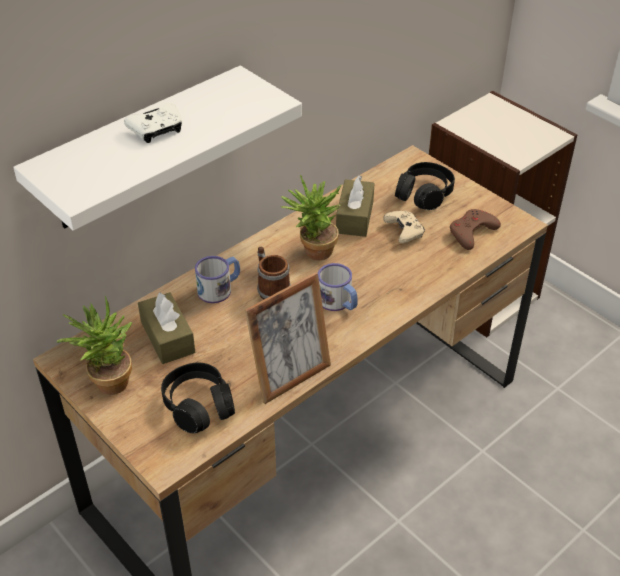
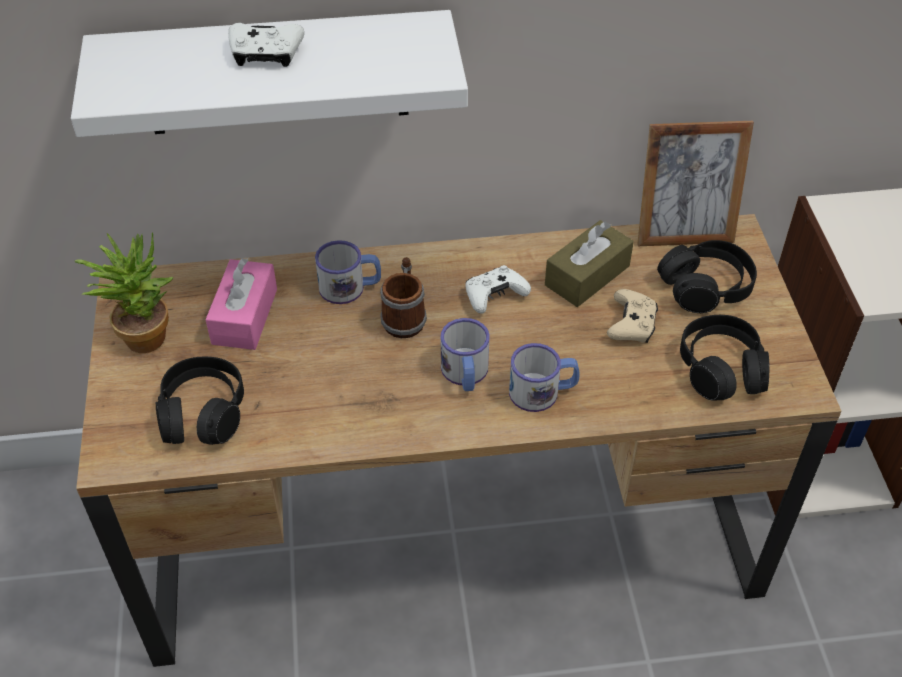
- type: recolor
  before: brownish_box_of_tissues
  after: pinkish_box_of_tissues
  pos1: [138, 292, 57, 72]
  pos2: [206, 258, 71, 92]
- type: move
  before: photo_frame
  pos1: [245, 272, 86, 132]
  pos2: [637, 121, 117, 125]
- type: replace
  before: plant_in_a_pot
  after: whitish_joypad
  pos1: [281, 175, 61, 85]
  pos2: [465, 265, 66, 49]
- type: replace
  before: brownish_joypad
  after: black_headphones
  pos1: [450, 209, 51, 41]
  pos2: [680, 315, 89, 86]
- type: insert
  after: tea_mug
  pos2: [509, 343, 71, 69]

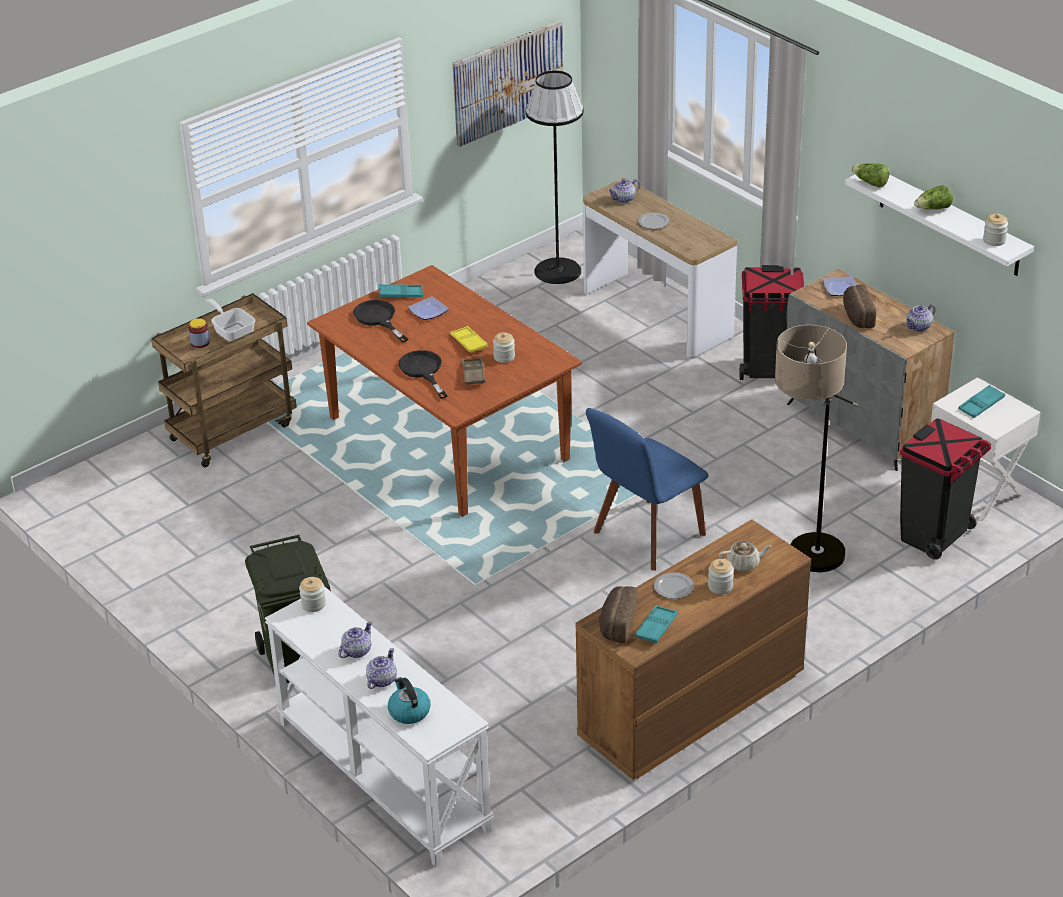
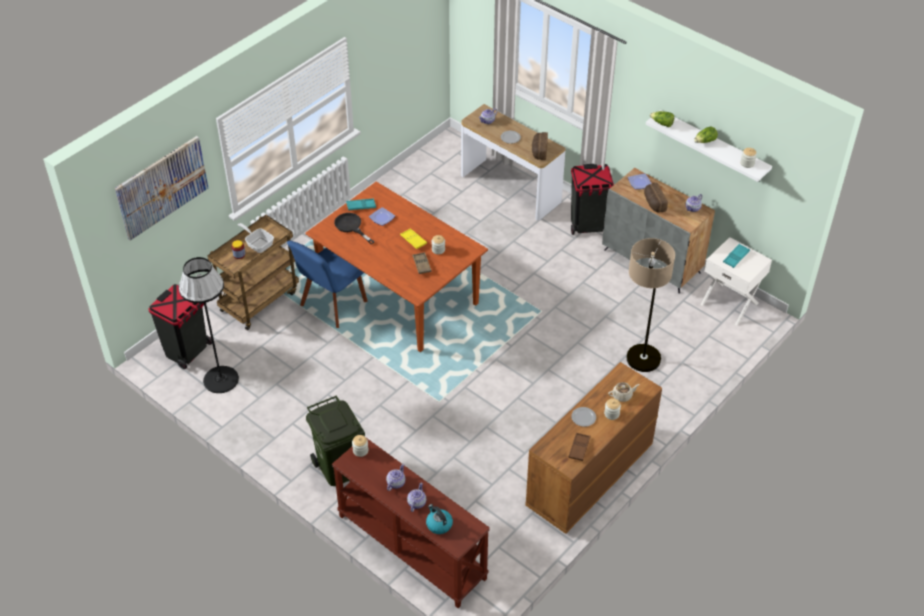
- type: recolor
  before: whitish_narrow_table
  after: brownish_narrow_table
  pos1: [264, 586, 229, 281]
  pos2: [332, 439, 158, 169]
- type: delete
  before: black_pan
  pos1: [398, 350, 50, 49]
- type: move
  before: wall_picture
  pos1: [452, 20, 111, 127]
  pos2: [115, 136, 94, 105]
- type: move
  before: black_standard_lamp
  pos1: [525, 71, 59, 213]
  pos2: [179, 257, 60, 136]
- type: move
  before: bluish_chair
  pos1: [586, 408, 123, 162]
  pos2: [287, 240, 81, 88]
- type: move
  before: baked_bread
  pos1: [599, 586, 38, 57]
  pos2: [532, 132, 16, 28]
- type: recolor
  before: blue-green_tray
  after: brownish_tray
  pos1: [635, 605, 43, 38]
  pos2: [568, 433, 22, 28]
- type: move
  before: black_rubbish_bin
  pos1: [900, 418, 91, 142]
  pos2: [148, 284, 64, 85]

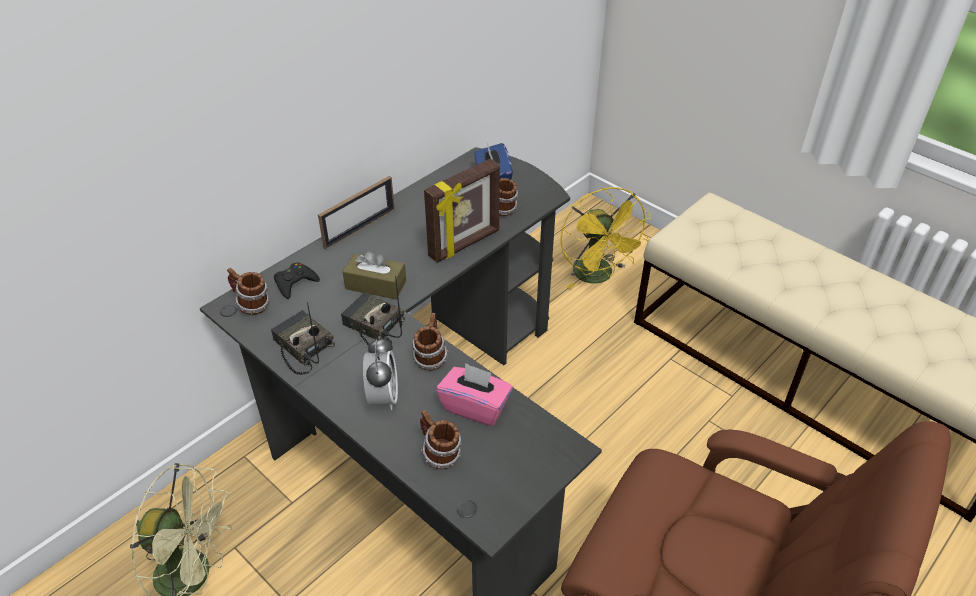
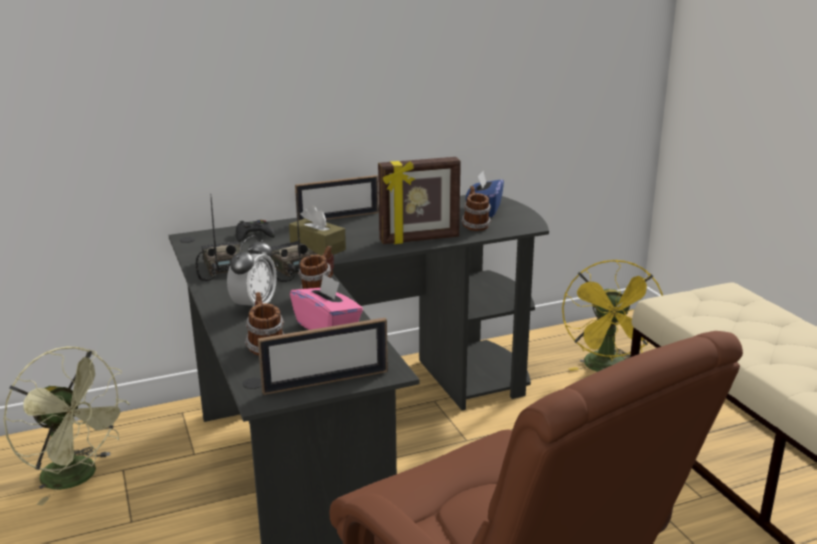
- type: delete
  before: tea_mug
  pos1: [227, 268, 43, 47]
- type: insert
  after: photo_frame
  pos2: [258, 318, 130, 77]

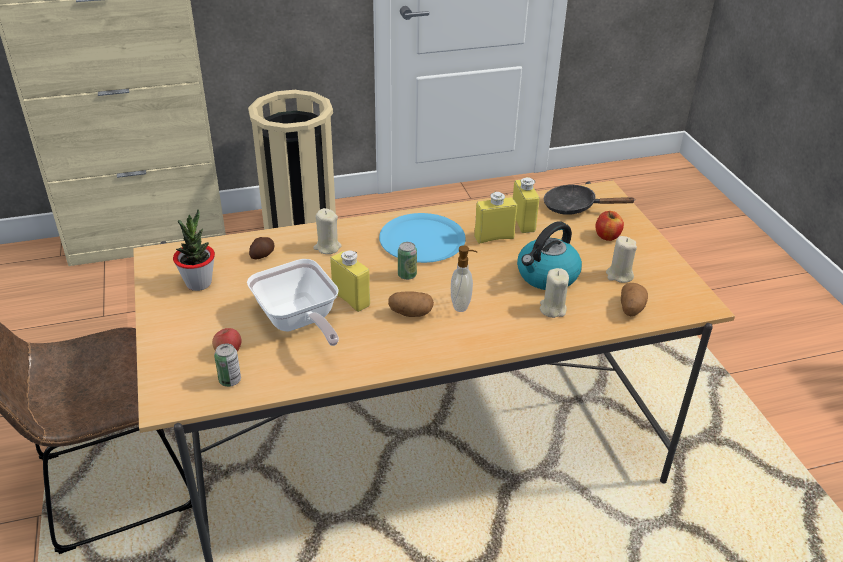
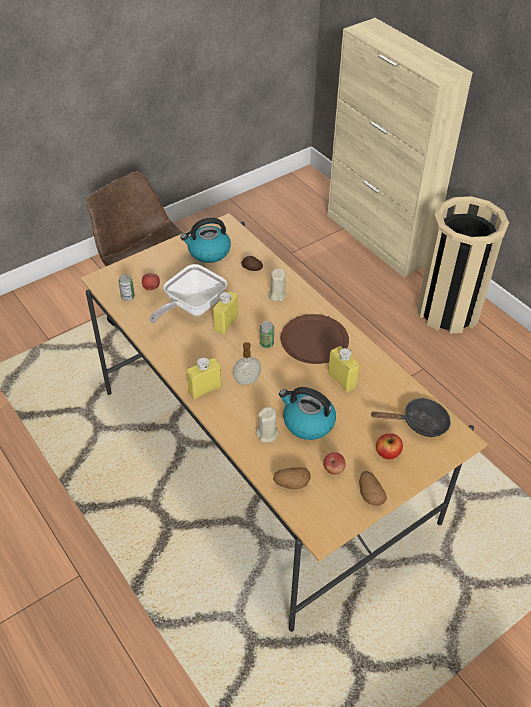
- type: replace
  before: plant_in_a_pot
  after: water_kettle
  pos1: [173, 209, 42, 82]
  pos2: [181, 218, 50, 45]
- type: recolor
  before: bluish_dinner_plate
  after: brownish_dinner_plate
  pos1: [379, 213, 87, 50]
  pos2: [281, 314, 68, 50]
- type: move
  before: potato
  pos1: [388, 291, 46, 26]
  pos2: [359, 471, 28, 35]
- type: move
  before: yellowish_bottle
  pos1: [513, 177, 26, 56]
  pos2: [186, 357, 36, 42]
- type: rotate
  before: black_pan
  pos1: [544, 184, 92, 31]
  pos2: [370, 398, 81, 39]
  turn: 90
- type: replace
  before: sand-coloured_wax_light
  after: whole_apple
  pos1: [606, 236, 31, 47]
  pos2: [323, 453, 22, 21]

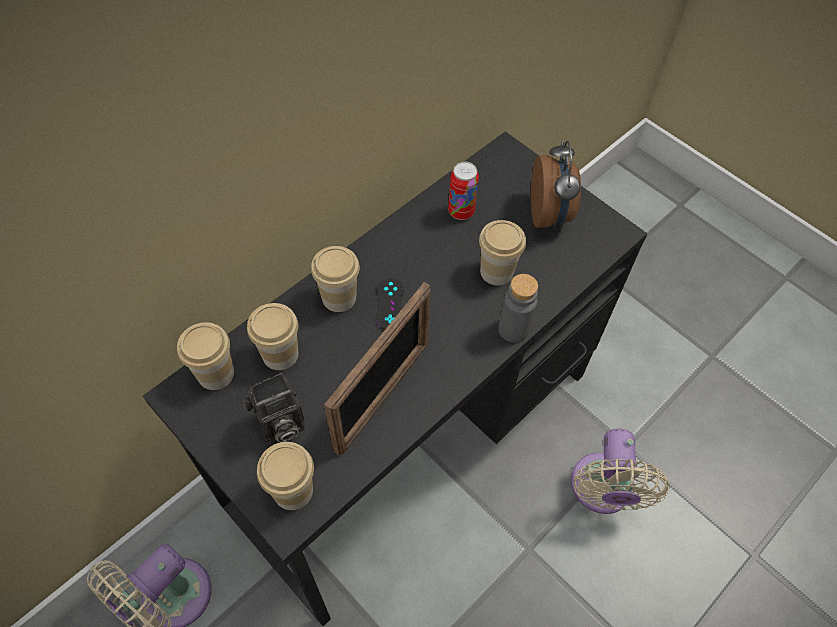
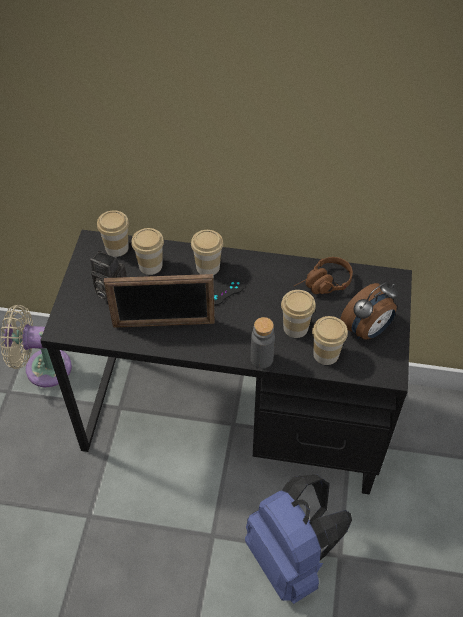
- type: move
  before: drinking_cup
  pos1: [257, 442, 57, 68]
  pos2: [312, 316, 36, 49]
- type: replace
  before: sealed_can
  after: brownish_headphones
  pos1: [448, 162, 31, 58]
  pos2: [294, 257, 59, 37]
- type: replace
  before: sand-coloured_fan
  after: bluish_knapsack
  pos1: [571, 429, 99, 85]
  pos2: [245, 475, 107, 129]

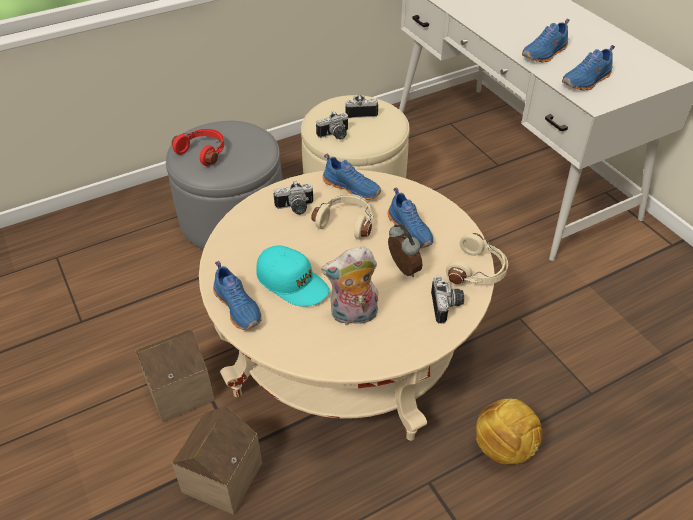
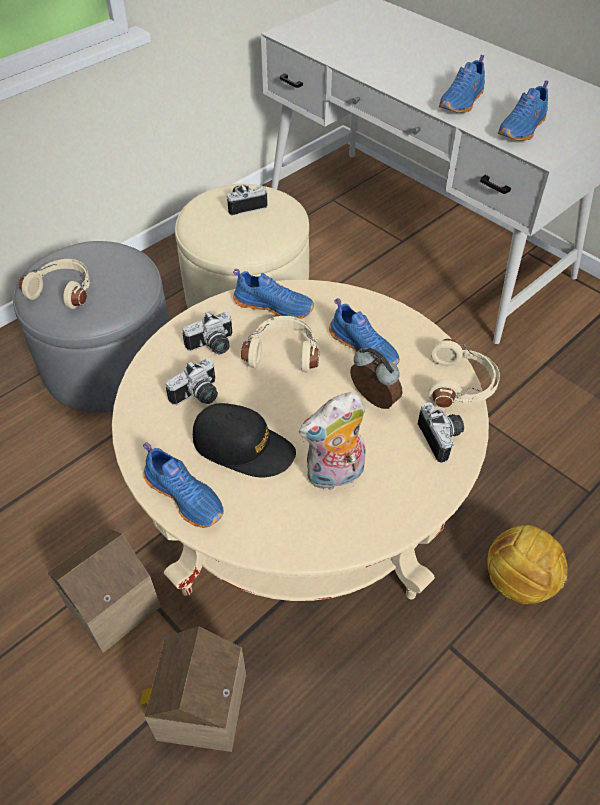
- type: recolor
  before: reddish_headphones
  after: sand-coloured_headphones
  pos1: [172, 129, 52, 37]
  pos2: [19, 259, 71, 50]
- type: recolor
  before: blue-green_cap
  after: black_cap
  pos1: [256, 245, 74, 61]
  pos2: [193, 403, 103, 75]
- type: move
  before: still_camera
  pos1: [316, 111, 32, 29]
  pos2: [166, 358, 52, 47]

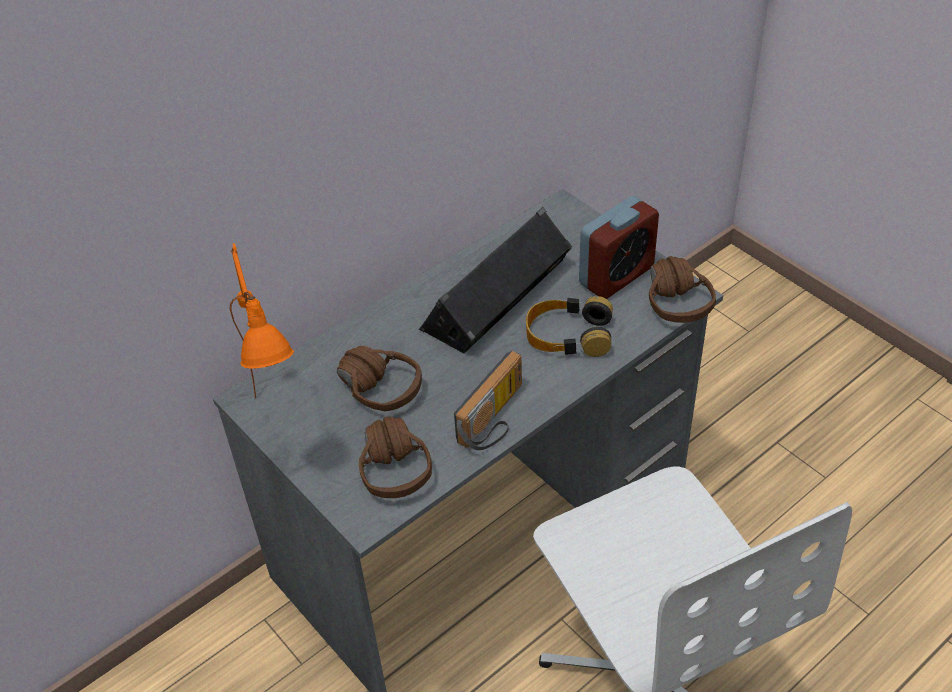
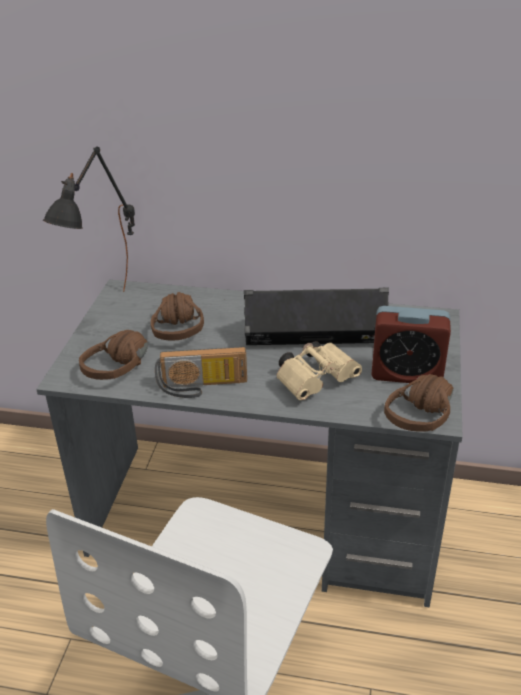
- type: recolor
  before: orange-coloured_table_lamp
  after: black_table_lamp
  pos1: [230, 243, 64, 156]
  pos2: [43, 146, 92, 146]
- type: replace
  before: headphones
  after: sand-coloured_pair_of_binoculars
  pos1: [526, 296, 87, 61]
  pos2: [276, 341, 86, 59]

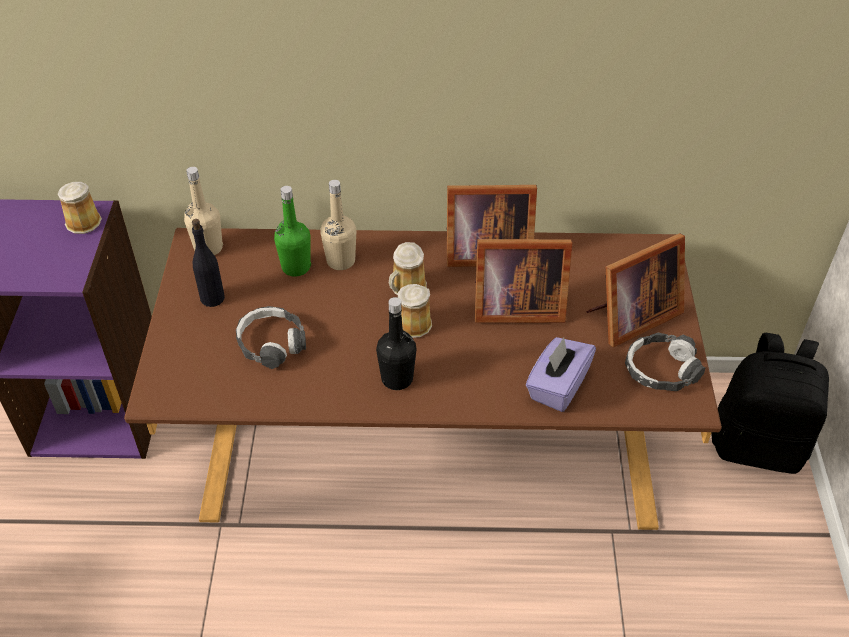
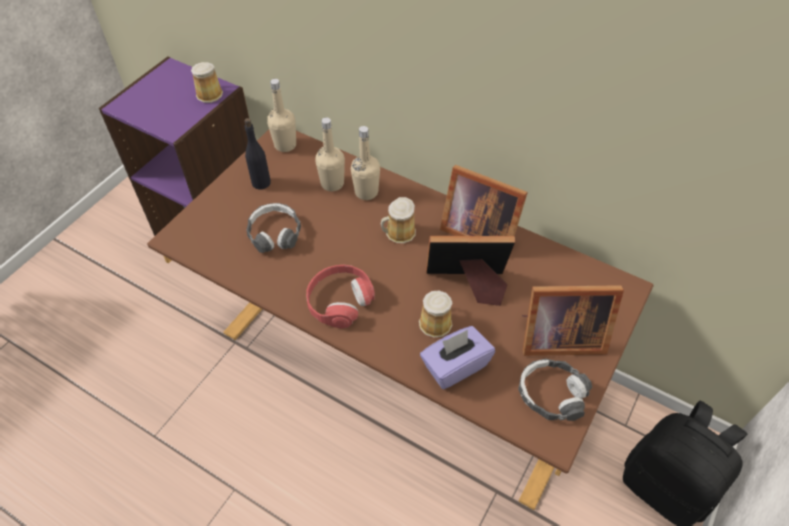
- type: recolor
  before: green_bottle
  after: sand-coloured_bottle
  pos1: [274, 186, 37, 91]
  pos2: [315, 117, 30, 74]
- type: replace
  before: black_bottle
  after: reddish_headphones
  pos1: [376, 297, 40, 93]
  pos2: [306, 265, 69, 64]
- type: move
  before: tea_mug
  pos1: [397, 284, 35, 54]
  pos2: [419, 291, 34, 47]
- type: rotate
  before: photo_frame
  pos1: [475, 239, 97, 84]
  pos2: [426, 236, 89, 70]
  turn: 150

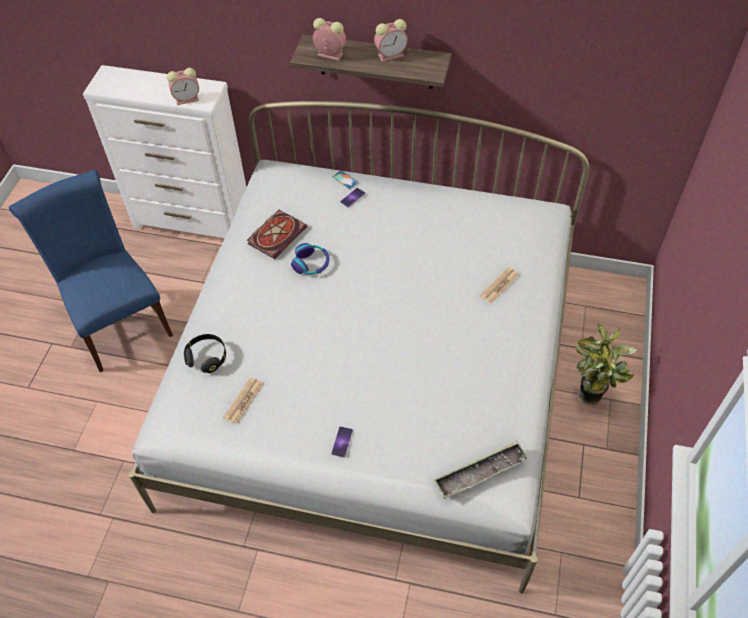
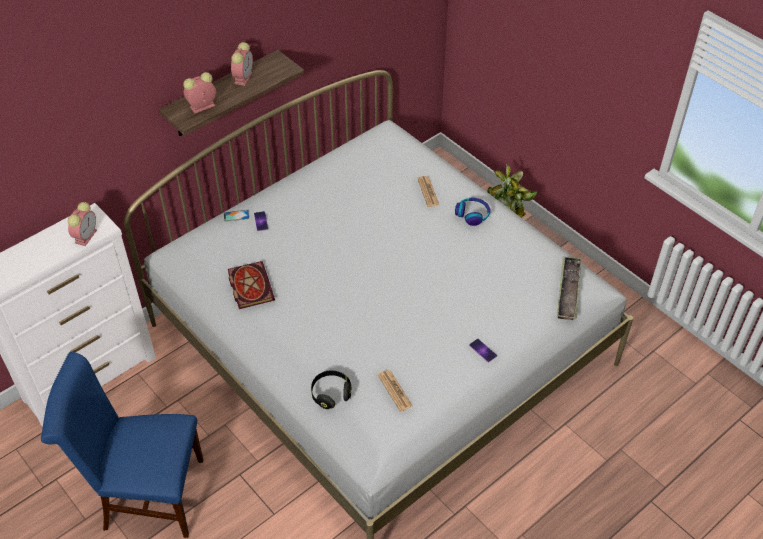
- type: move
  before: headphones
  pos1: [291, 243, 39, 32]
  pos2: [455, 197, 36, 29]

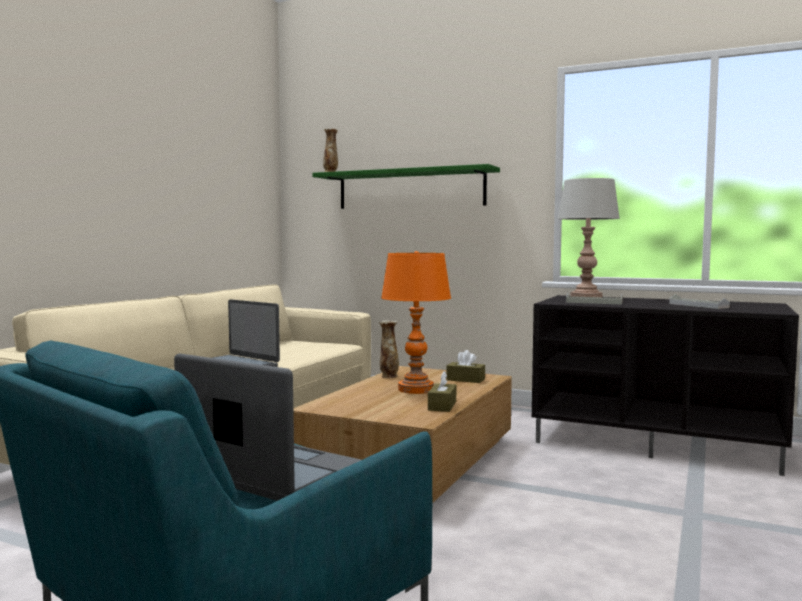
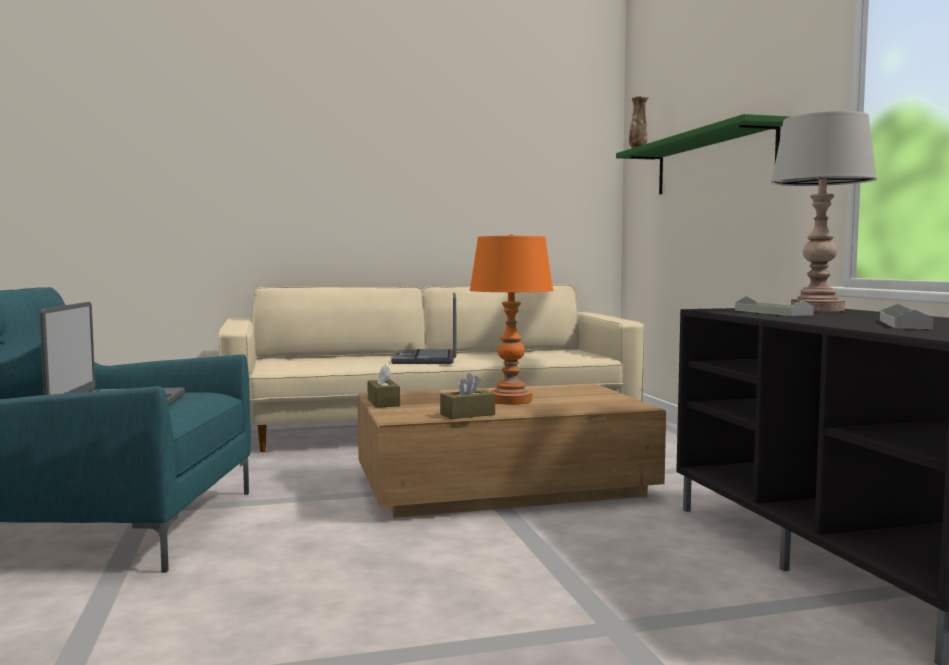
- type: delete
  before: vase
  pos1: [379, 320, 20, 58]
- type: move
  before: brownish_box_of_tissues
  pos1: [446, 350, 39, 33]
  pos2: [367, 364, 33, 44]

